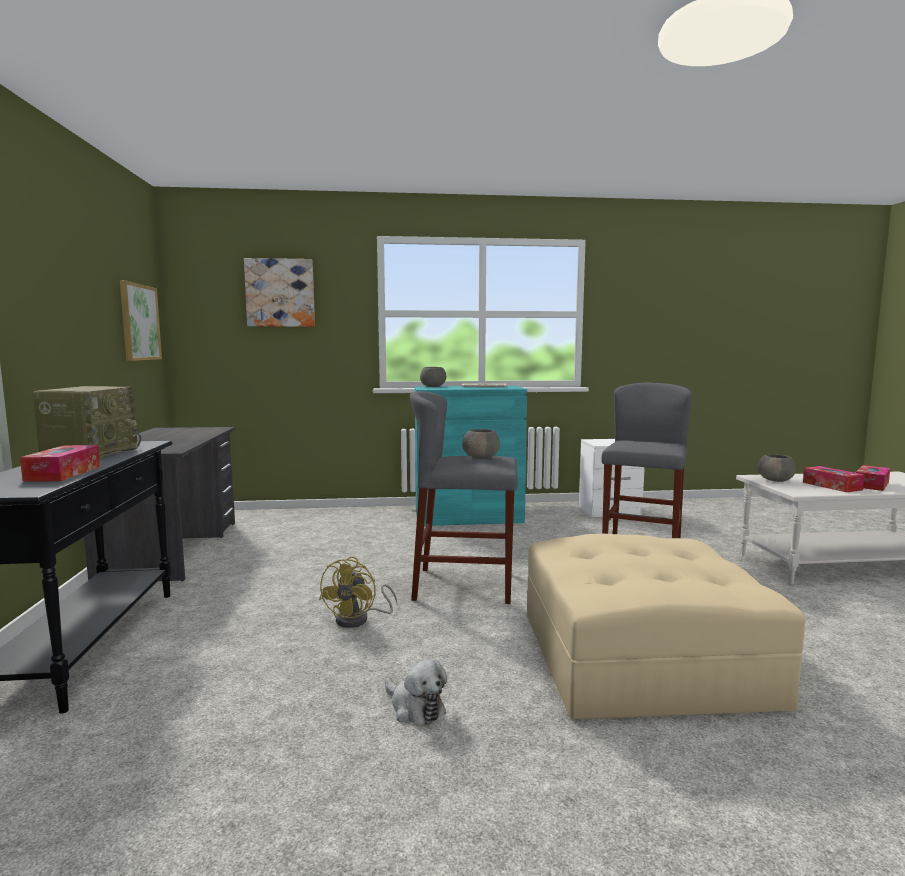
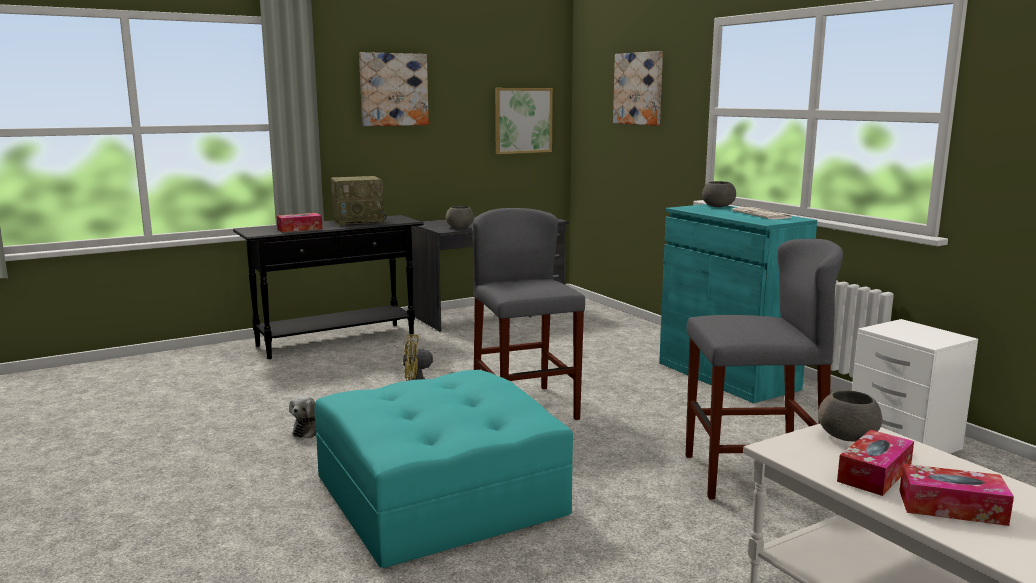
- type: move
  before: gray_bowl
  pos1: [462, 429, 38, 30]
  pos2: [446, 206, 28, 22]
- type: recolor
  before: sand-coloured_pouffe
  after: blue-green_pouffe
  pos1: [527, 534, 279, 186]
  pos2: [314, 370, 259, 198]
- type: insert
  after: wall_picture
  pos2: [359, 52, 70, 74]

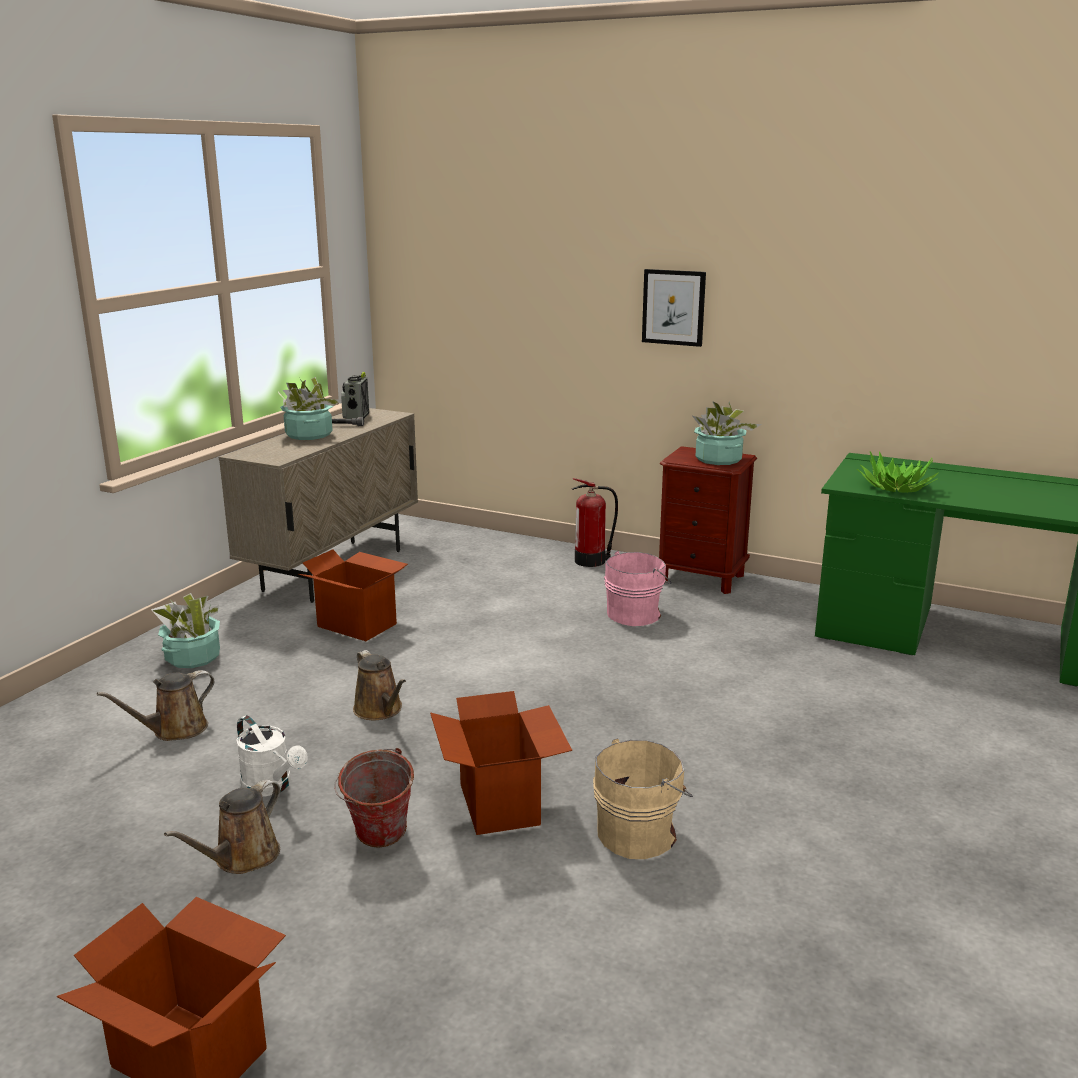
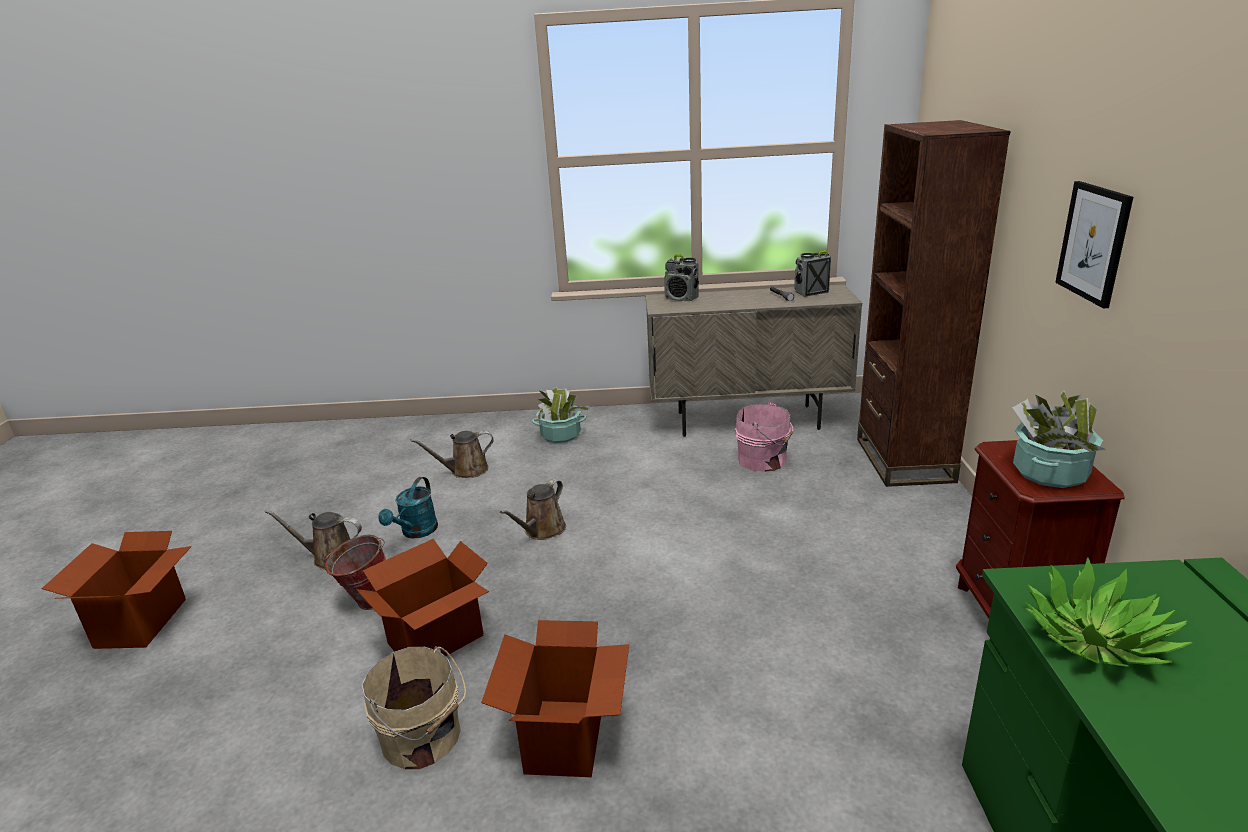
- type: rotate
  before: brownish_watering_can
  pos1: [97, 670, 117, 71]
  pos2: [410, 431, 84, 47]
  turn: -45
- type: recolor
  before: whitish_watering_can
  after: blue-green_watering_can
  pos1: [236, 715, 72, 81]
  pos2: [378, 477, 60, 62]
- type: delete
  before: plant_in_a_pot
  pos1: [278, 377, 64, 63]
- type: move
  before: cardboard_box
  pos1: [298, 549, 110, 92]
  pos2: [481, 620, 148, 157]
- type: delete
  before: fire-fighting_cylinder
  pos1: [572, 478, 46, 89]
- type: move
  before: pinkish_bucket
  pos1: [604, 551, 68, 75]
  pos2: [735, 402, 58, 70]
- type: insert
  after: radio_receiver
  pos2: [664, 254, 35, 47]
- type: insert
  after: brownish_shelving_unit
  pos2: [857, 120, 154, 367]

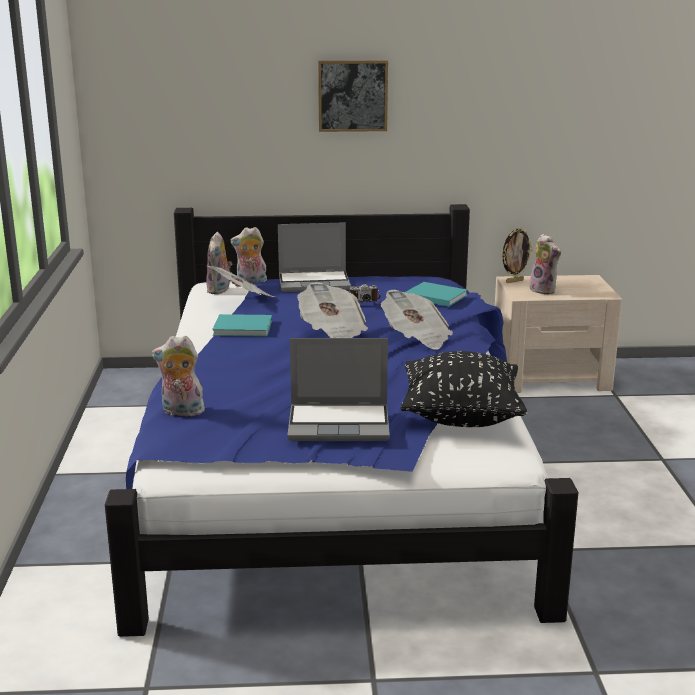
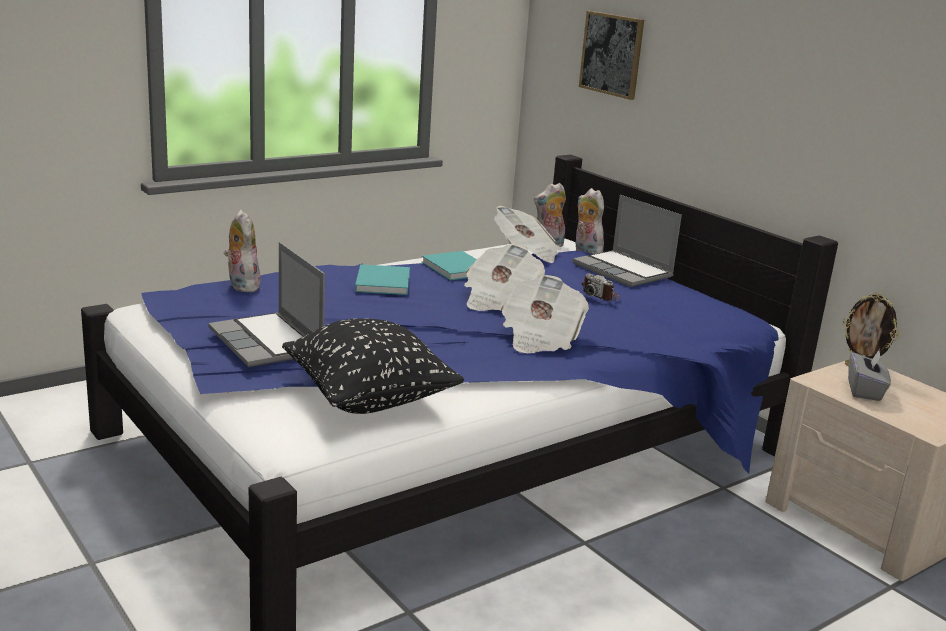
- type: move
  before: wall_picture
  pos1: [318, 60, 70, 72]
  pos2: [579, 11, 65, 89]
- type: move
  before: blue-green_volume
  pos1: [405, 282, 62, 25]
  pos2: [355, 264, 55, 31]
- type: replace
  before: plush_toy
  after: gray_box_of_tissues
  pos1: [529, 234, 32, 60]
  pos2: [848, 349, 43, 52]

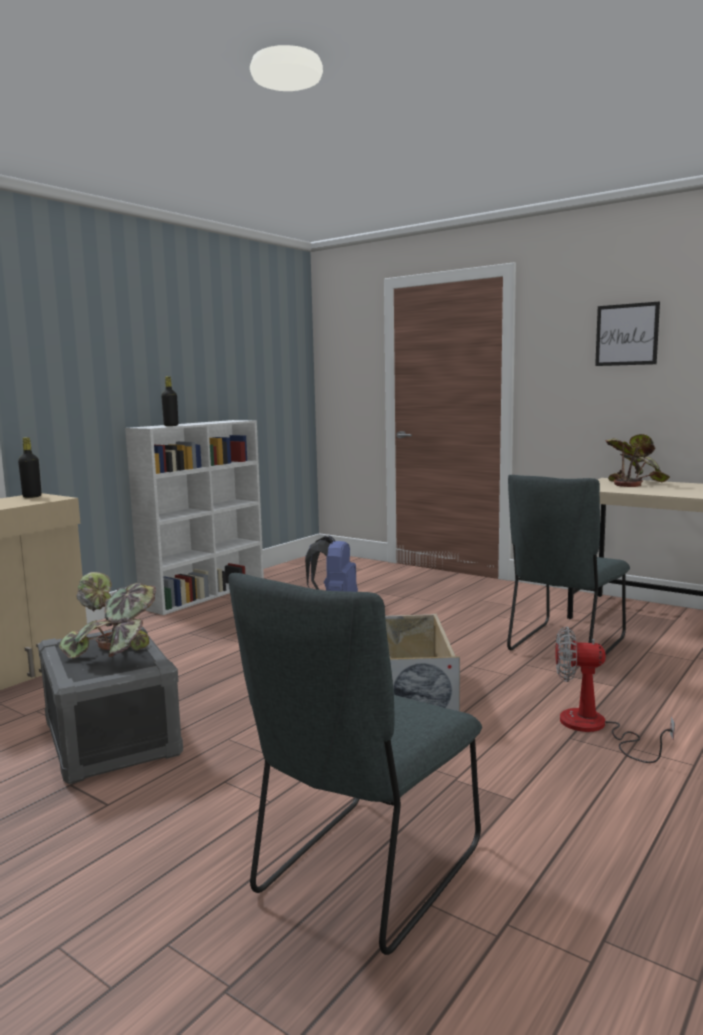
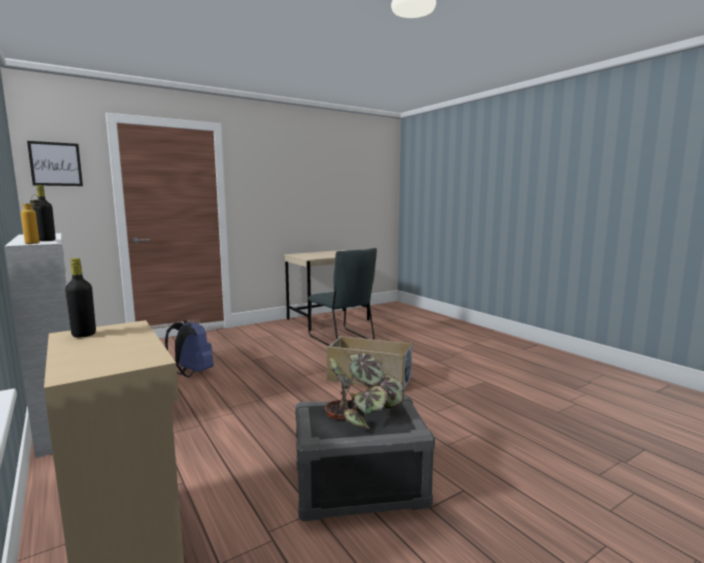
- type: delete
  before: gray_chair
  pos1: [228, 573, 254, 382]
- type: delete
  before: fan
  pos1: [555, 627, 120, 136]
- type: move
  before: wall_picture
  pos1: [595, 301, 65, 65]
  pos2: [27, 141, 56, 45]
- type: delete
  before: plant_in_a_pot
  pos1: [605, 434, 65, 53]
- type: insert
  after: bottle
  pos2: [21, 194, 20, 50]

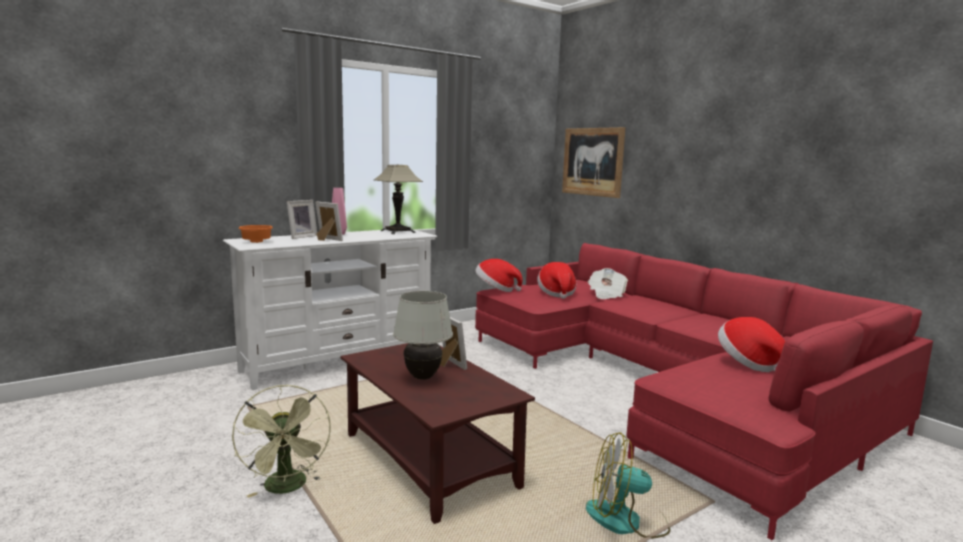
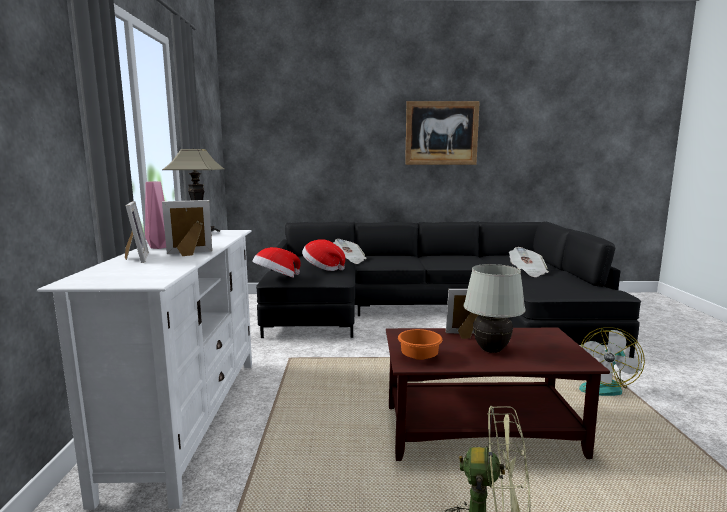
- type: move
  before: orange-coloured_bowl
  pos1: [239, 225, 34, 18]
  pos2: [398, 329, 44, 31]
- type: recolor
  before: reddish_couch
  after: black_couch
  pos1: [475, 243, 458, 297]
  pos2: [256, 221, 385, 137]
- type: move
  before: wall_picture
  pos1: [562, 127, 63, 71]
  pos2: [405, 101, 75, 64]
- type: replace
  before: wearable_hat
  after: printed_paper
  pos1: [718, 317, 67, 55]
  pos2: [509, 247, 40, 30]

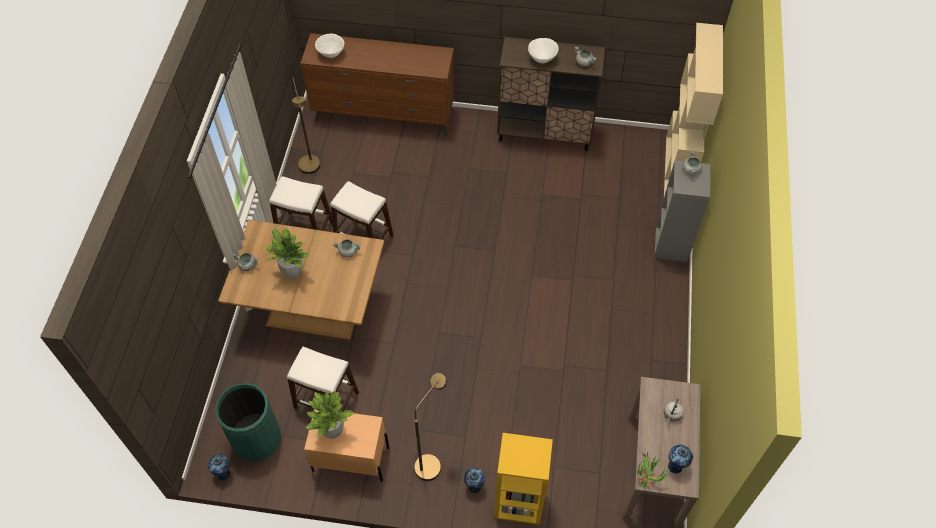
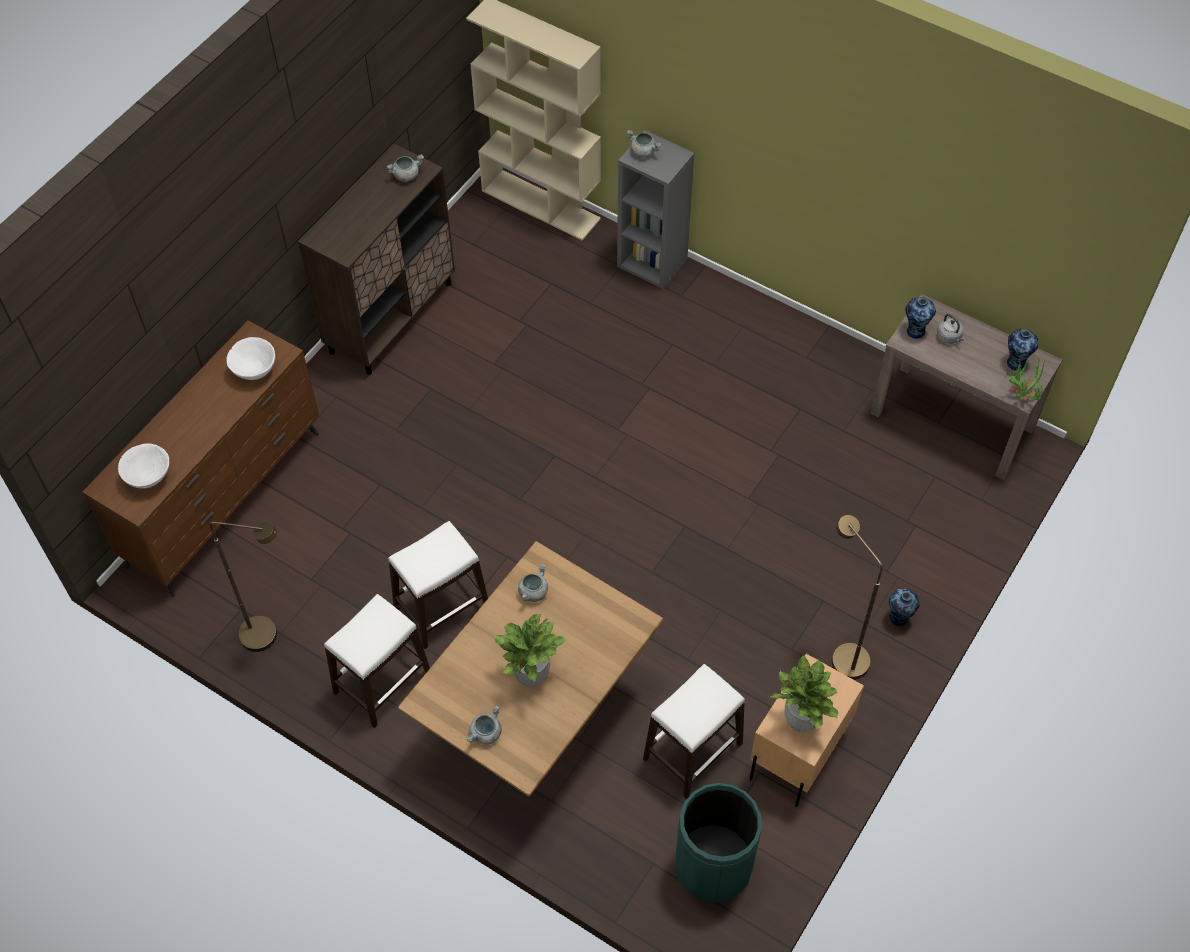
- type: move
  before: vase
  pos1: [208, 454, 22, 26]
  pos2: [905, 297, 31, 42]
- type: delete
  before: yellowish_shelving_unit
  pos1: [494, 433, 59, 92]
- type: move
  before: whitish_bowl
  pos1: [528, 38, 31, 26]
  pos2: [227, 337, 48, 43]

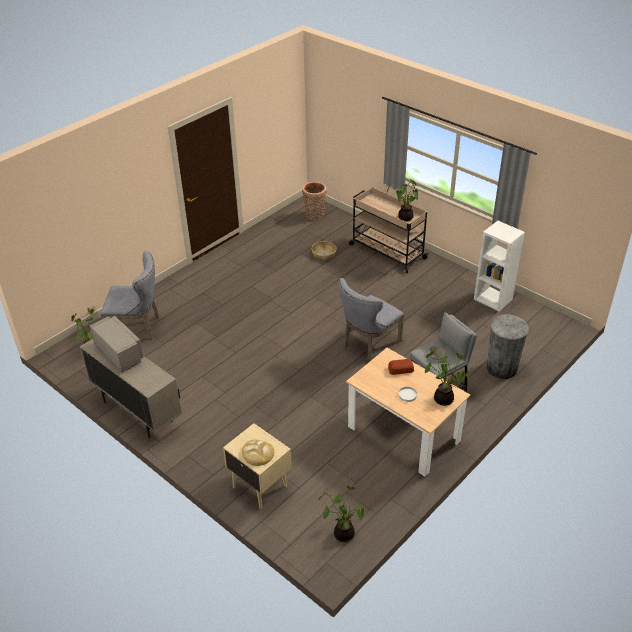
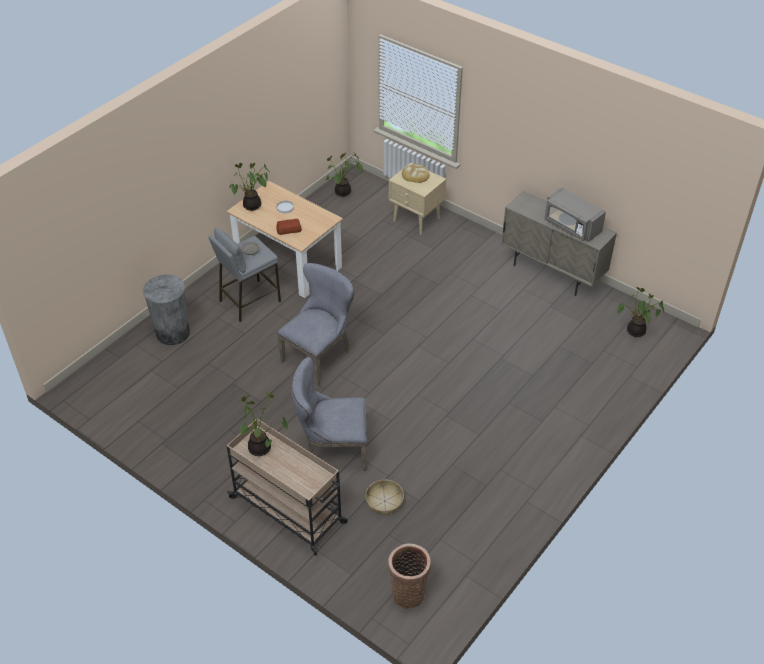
- type: move
  before: gray_chair
  pos1: [100, 251, 59, 88]
  pos2: [291, 357, 76, 114]
- type: delete
  before: whitish_shelving_unit
  pos1: [474, 221, 51, 91]

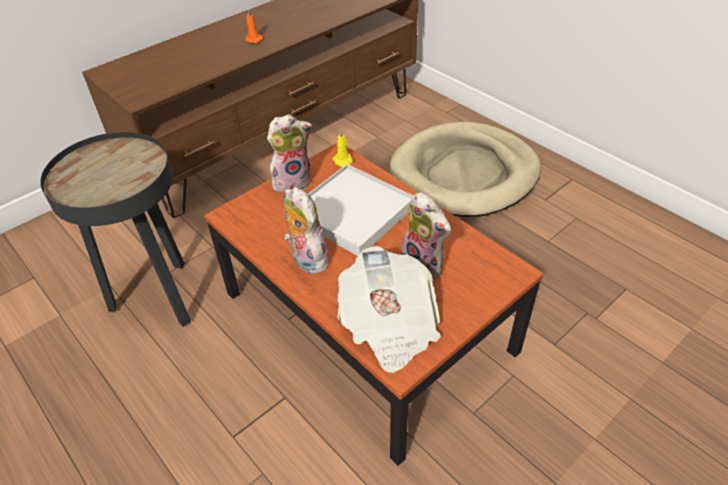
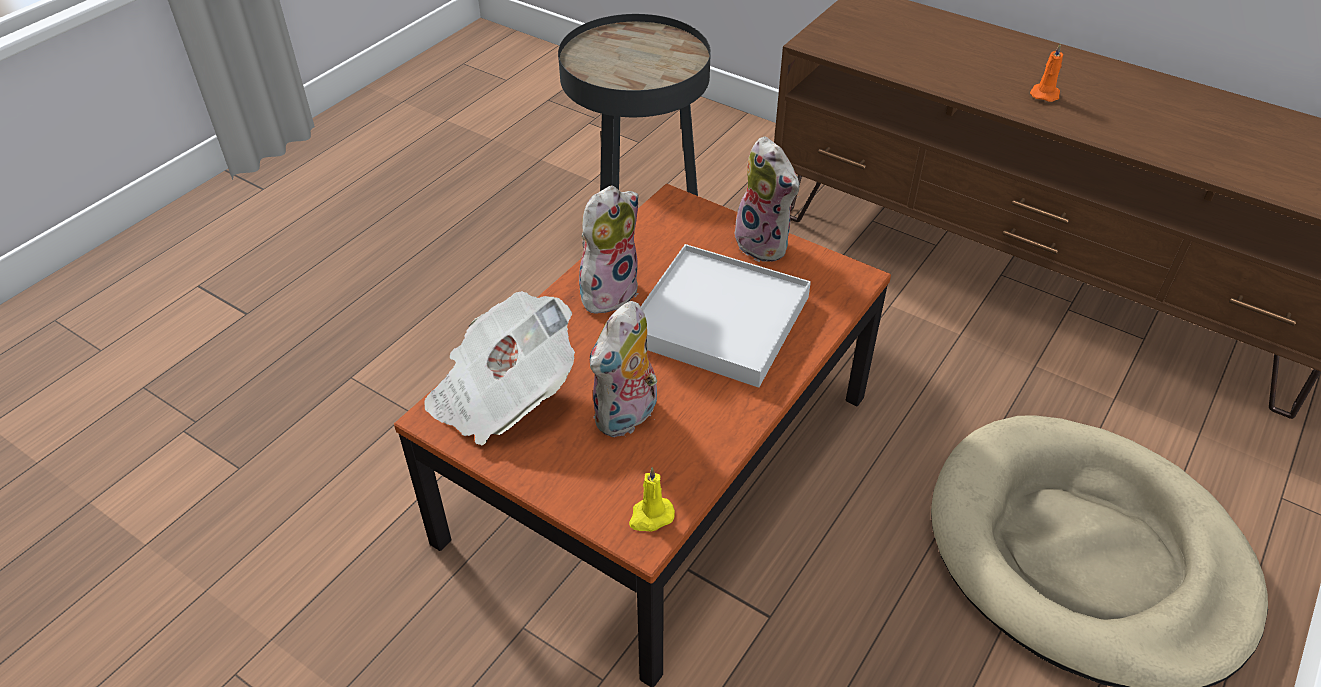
- type: move
  before: yellowish_wax_light
  pos1: [332, 130, 21, 37]
  pos2: [629, 467, 46, 65]

